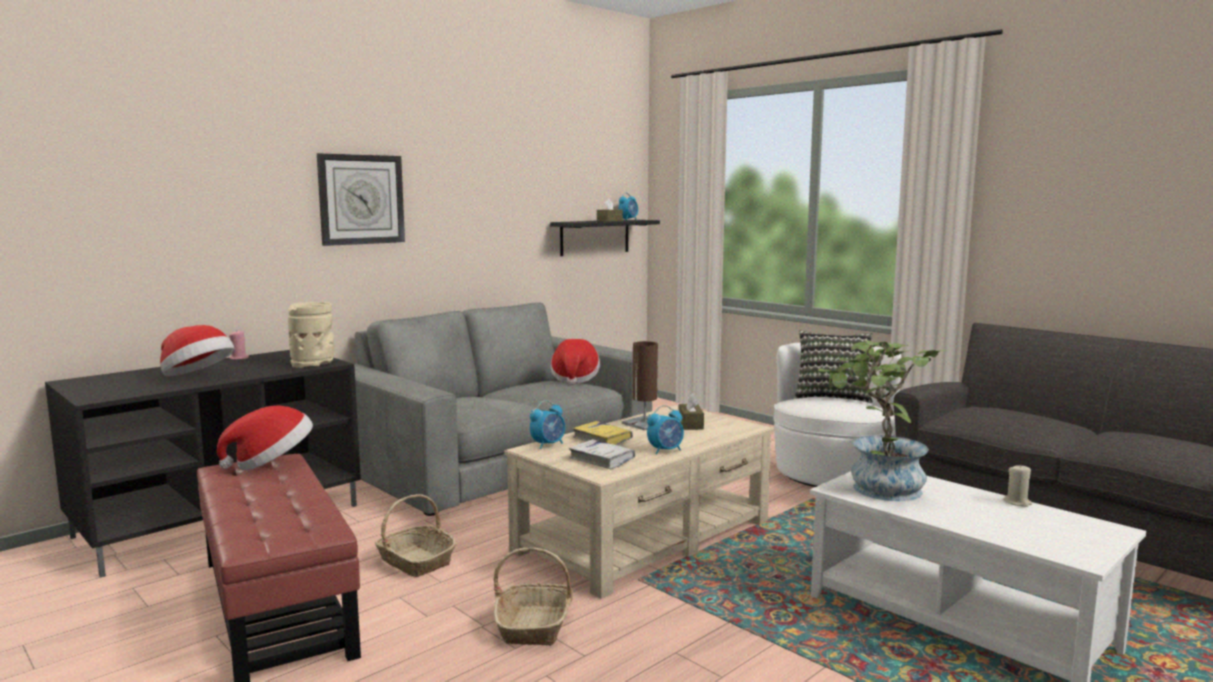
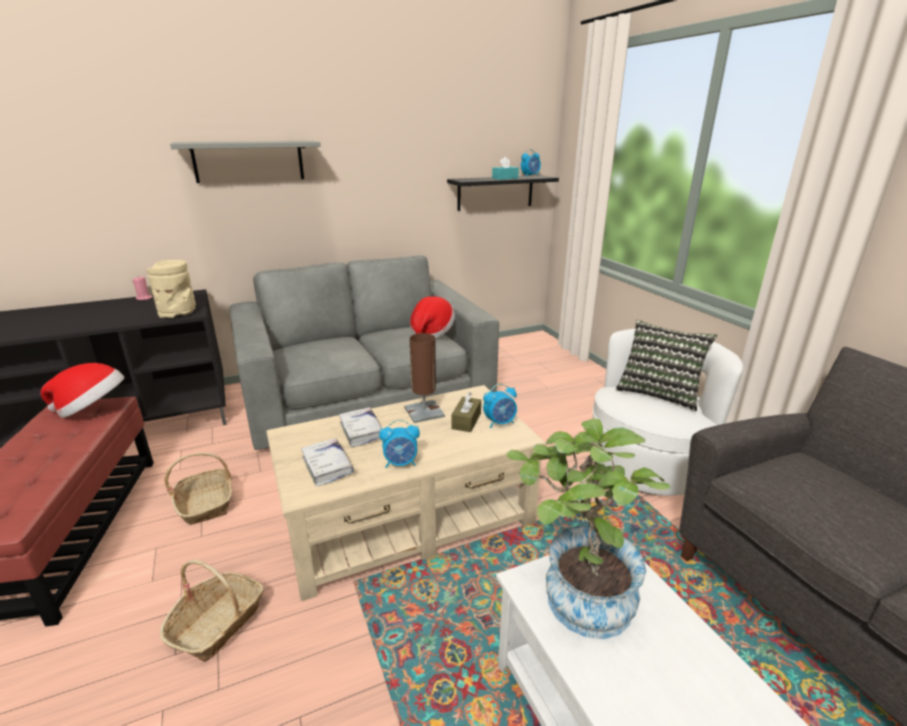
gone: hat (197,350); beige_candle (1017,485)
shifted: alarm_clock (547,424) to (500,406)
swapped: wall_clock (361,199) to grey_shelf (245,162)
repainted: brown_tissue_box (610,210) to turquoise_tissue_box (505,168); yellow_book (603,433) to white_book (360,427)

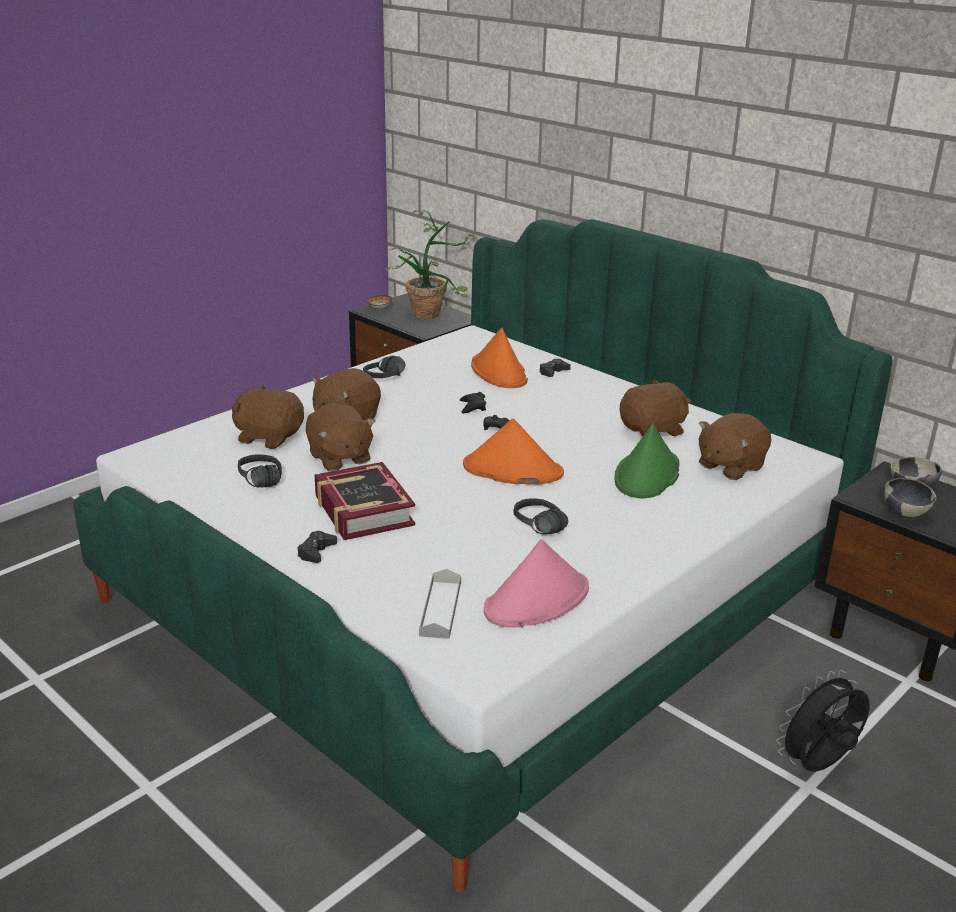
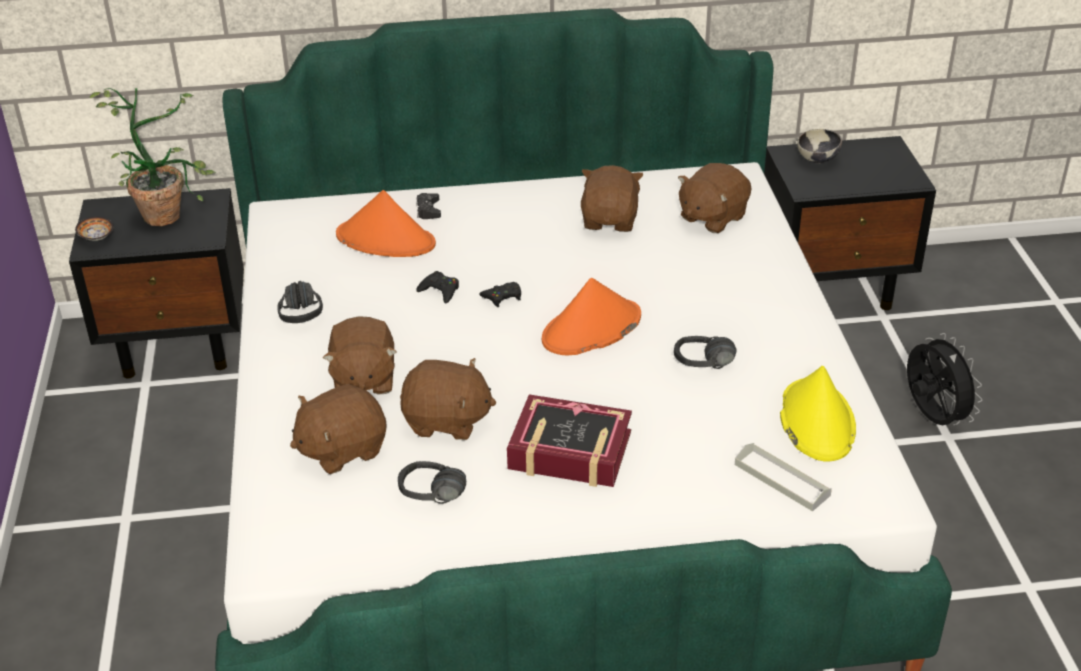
gone: green_hat (647,461); bowl (910,498); black_game_controller (317,547)
repainted: pink_hat (536,583) to yellow_hat (818,413)
rotated: brown_plush_toy (735,446) = (714,198) 45 degrees clockwise; black_fan (823,721) = (944,379) 150 degrees clockwise

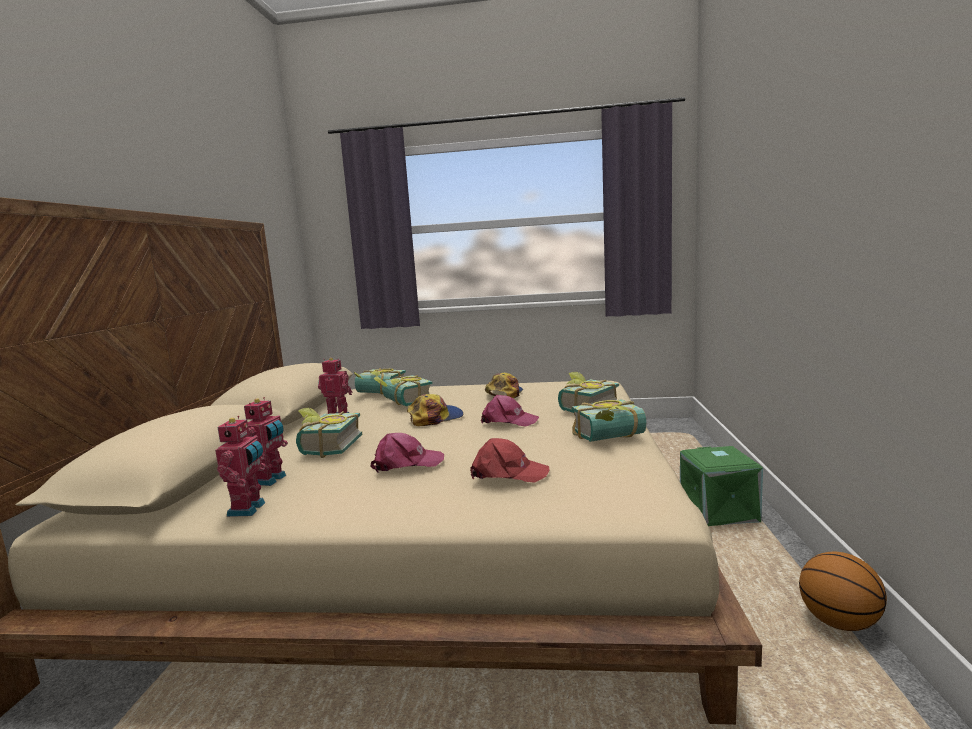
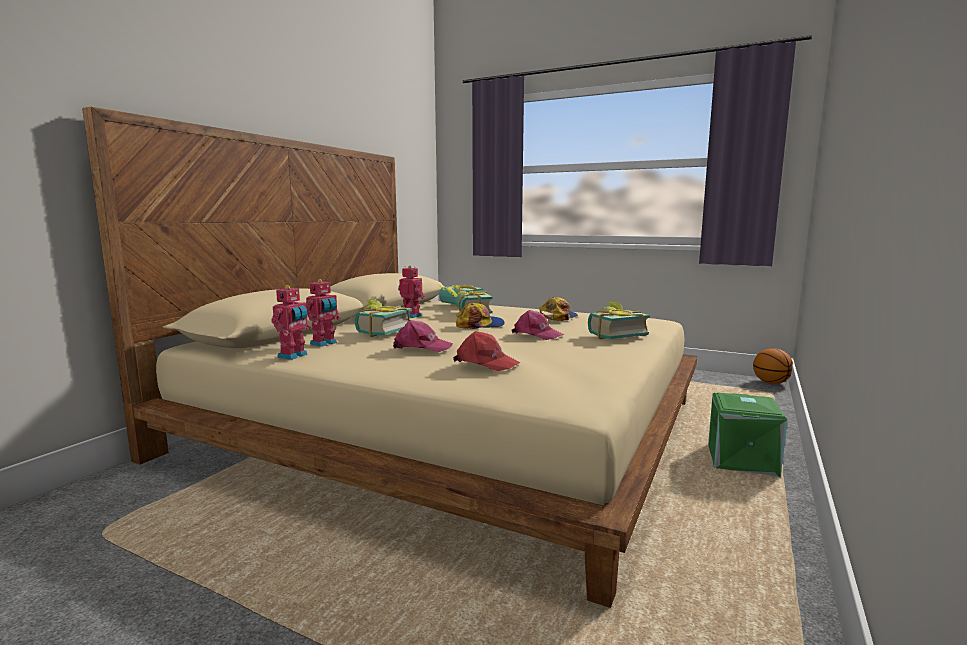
gone: book (609,420)
shifted: basketball (843,591) to (773,366)

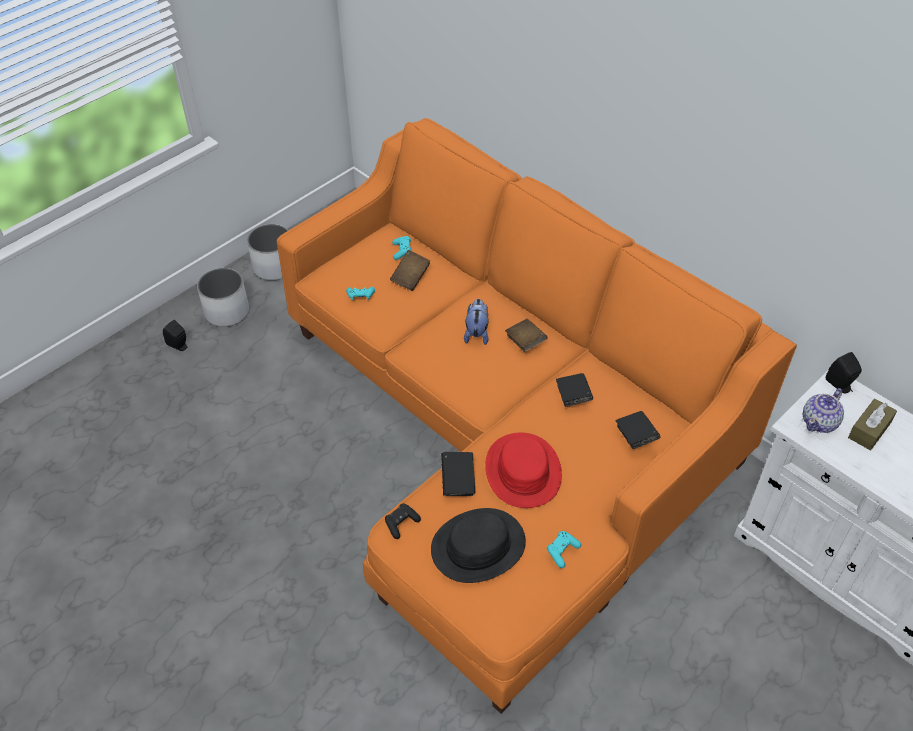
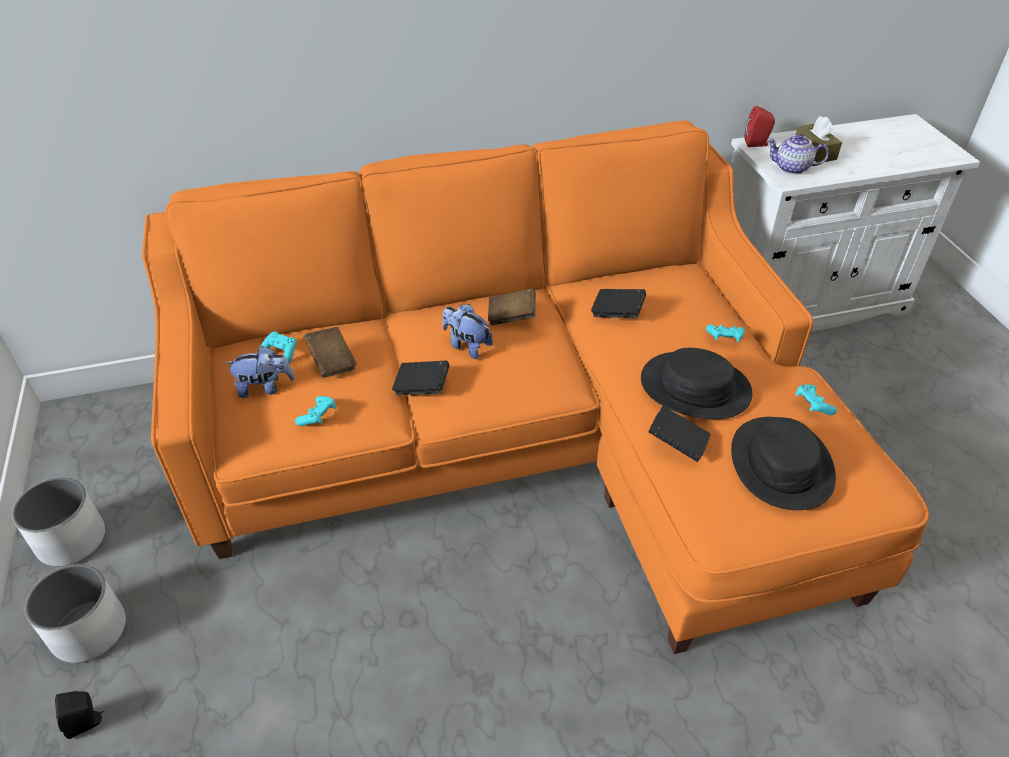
gone: black_game_controller (403,521)
new: turquoise_game_controller (725,333); plush_toy (260,372)
shifted: black_book (638,430) to (420,378)
repainted: black_speaker (844,372) to red_speaker (759,126); red_hat (523,470) to black_hat (697,383)
rotated: teapot (823,410) = (798,154) 120 degrees clockwise

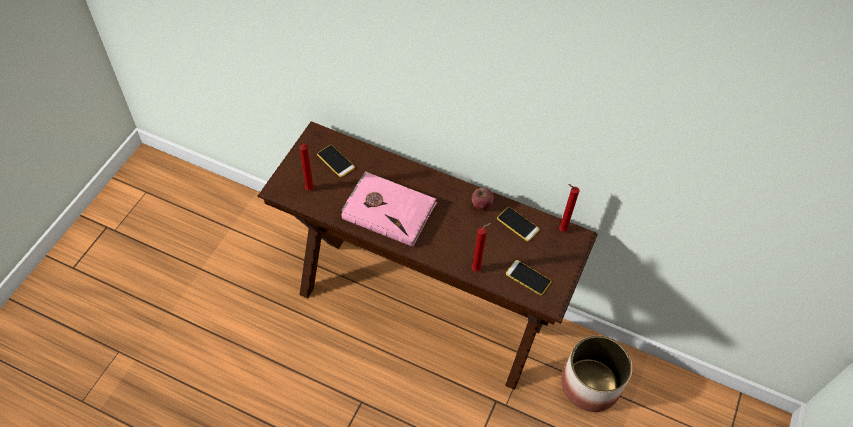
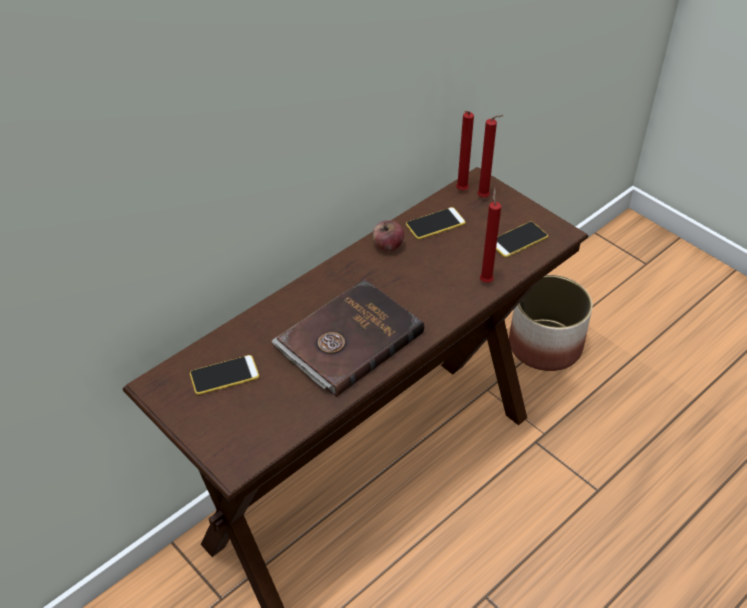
shifted: red_candle (307,167) to (490,156)
repainted: pink_book (389,209) to brown_book (347,338)

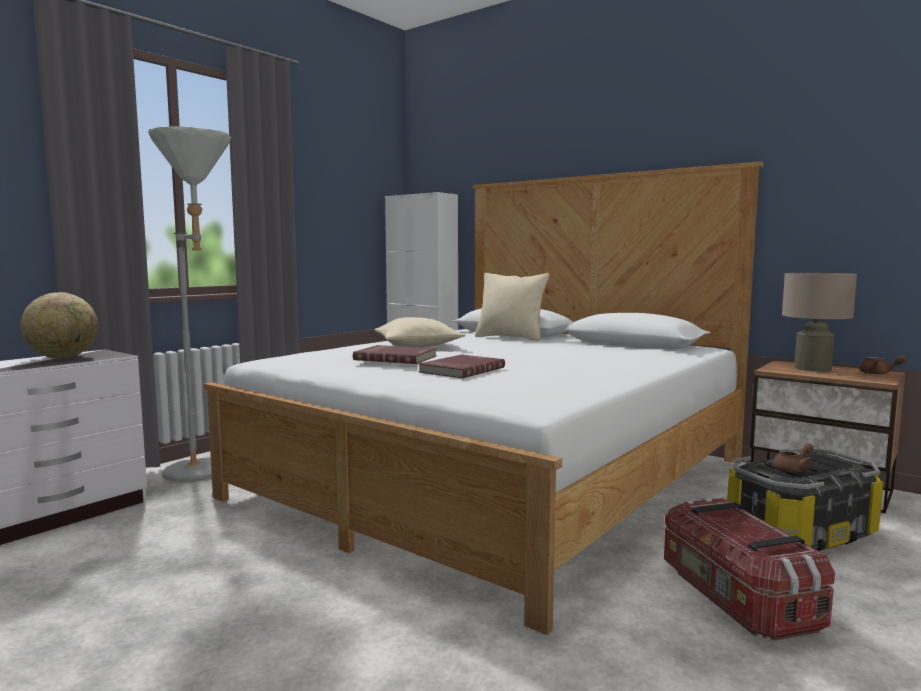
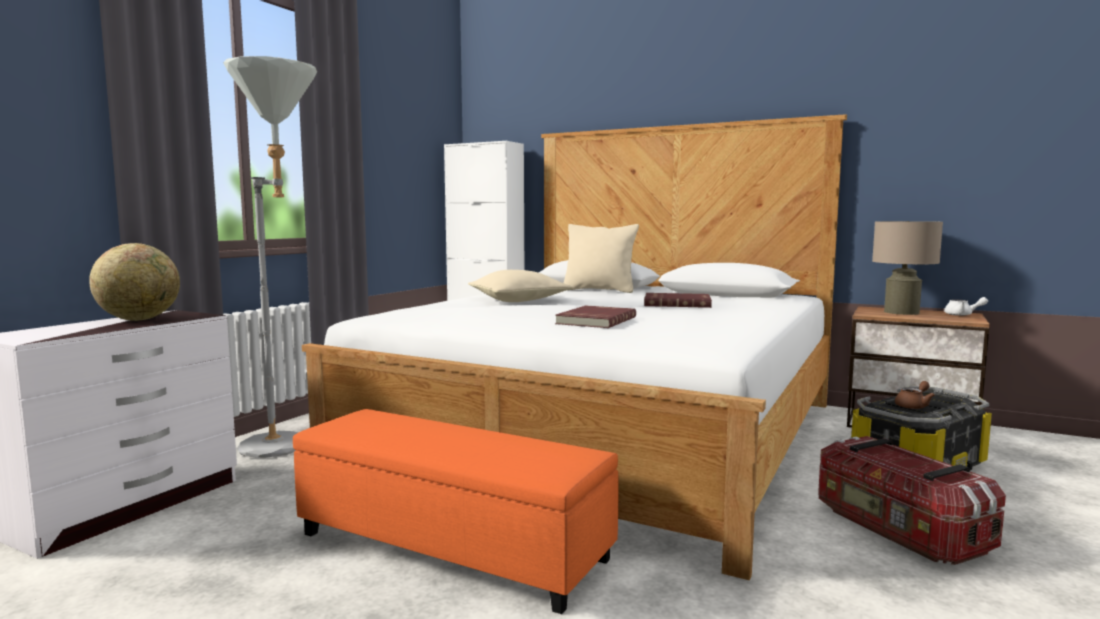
new: orange_ottoman (456,511)
shifted: red_book (395,354) to (678,300)
repainted: brown_teapot (883,365) to white_teapot (966,306)

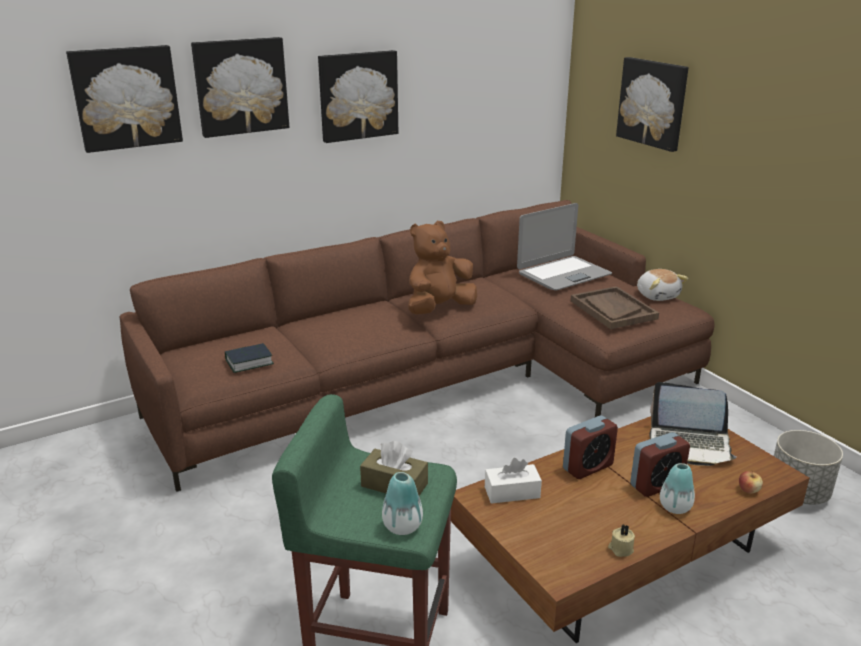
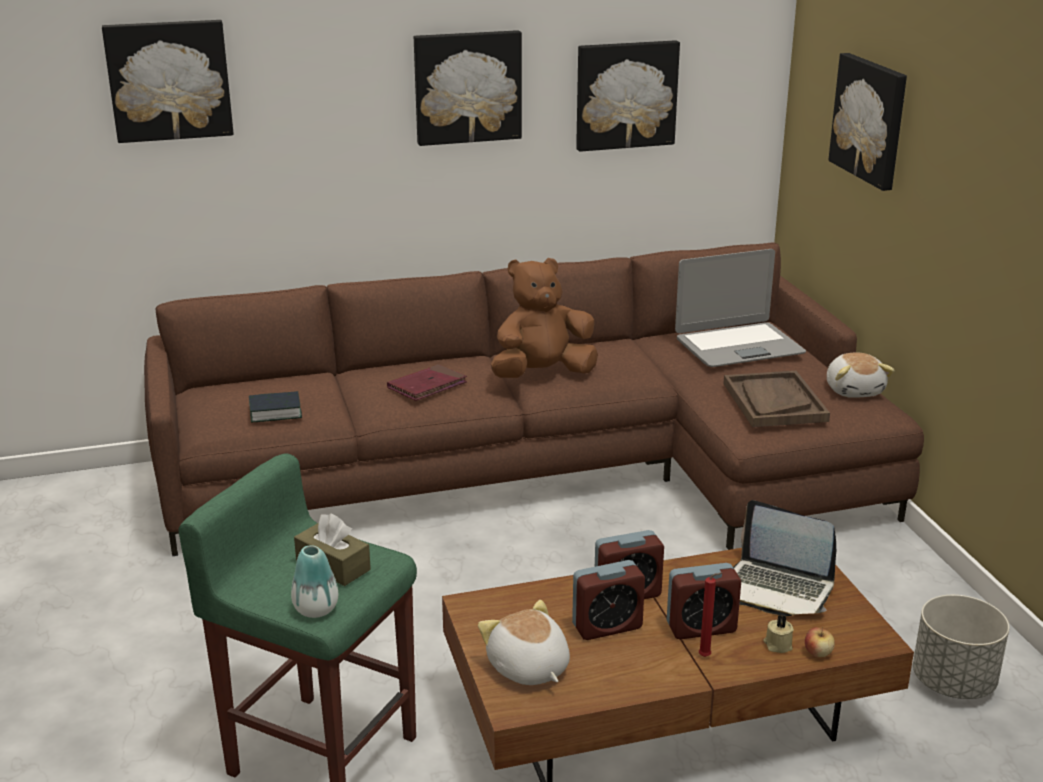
gone: white_tissue_box (513,481)
new: red_book (427,382); alarm_clock (608,600); plush_toy (524,642)
shifted: picture (240,87) to (628,96); beige_candle (621,541) to (778,633)
swapped: vase (677,488) to red_candle (710,614)

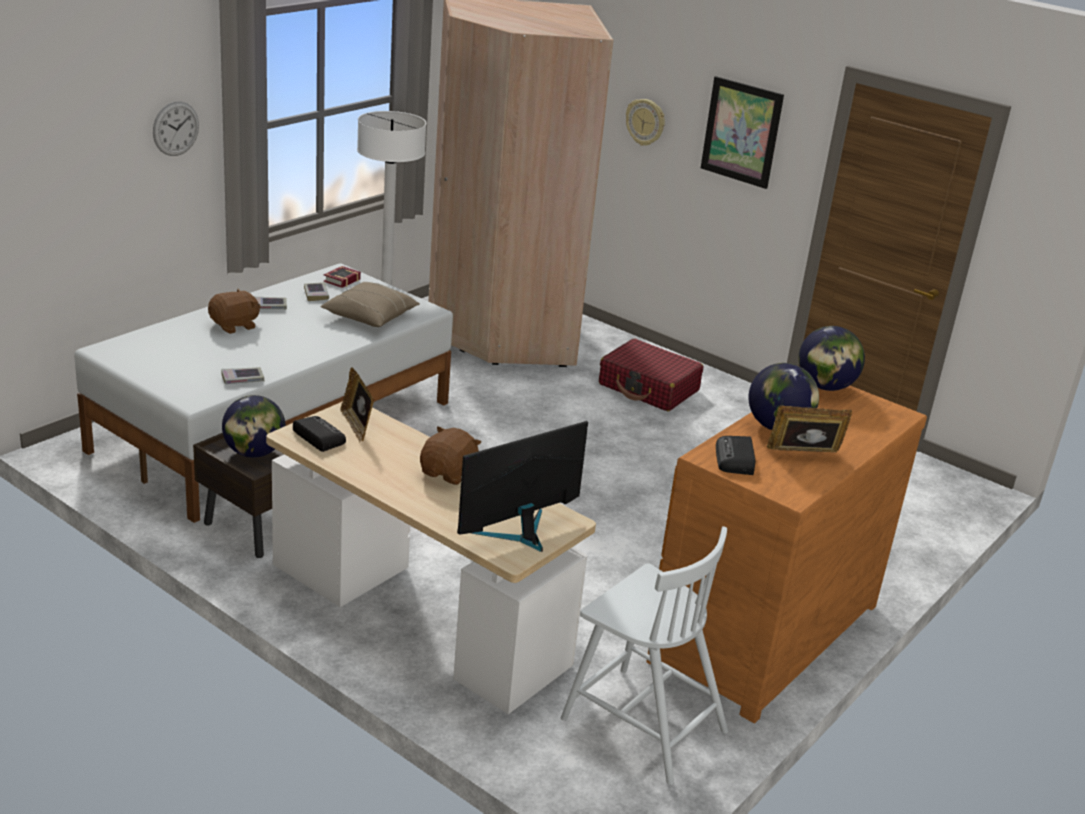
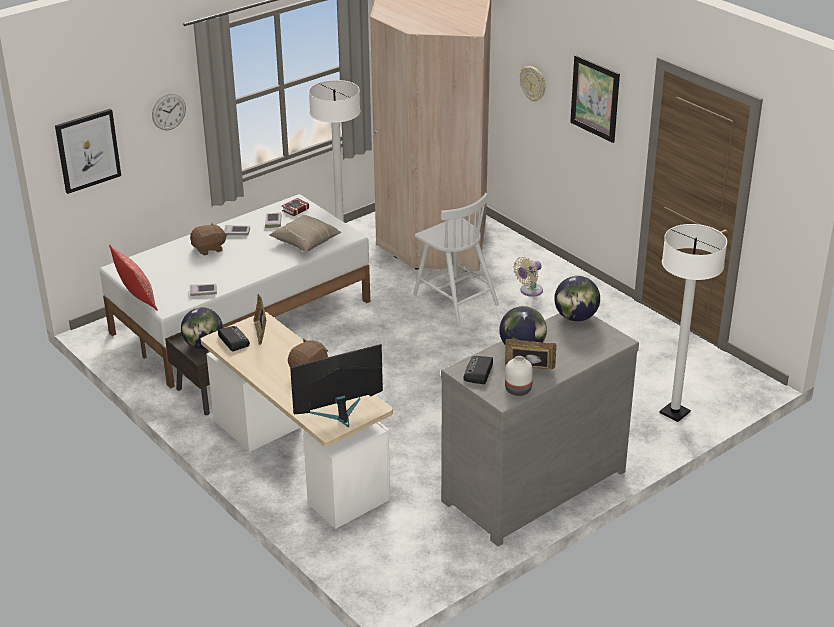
new: picture (88,151); white_floor_lamp (693,323); pillow (133,278); white_vase (519,376)
shifted: white_chair (644,655) to (456,258)
swapped: red_suitcase (651,374) to beige_fan (528,277)
repainted: brown_dresser (787,554) to grey_dresser (540,429)

